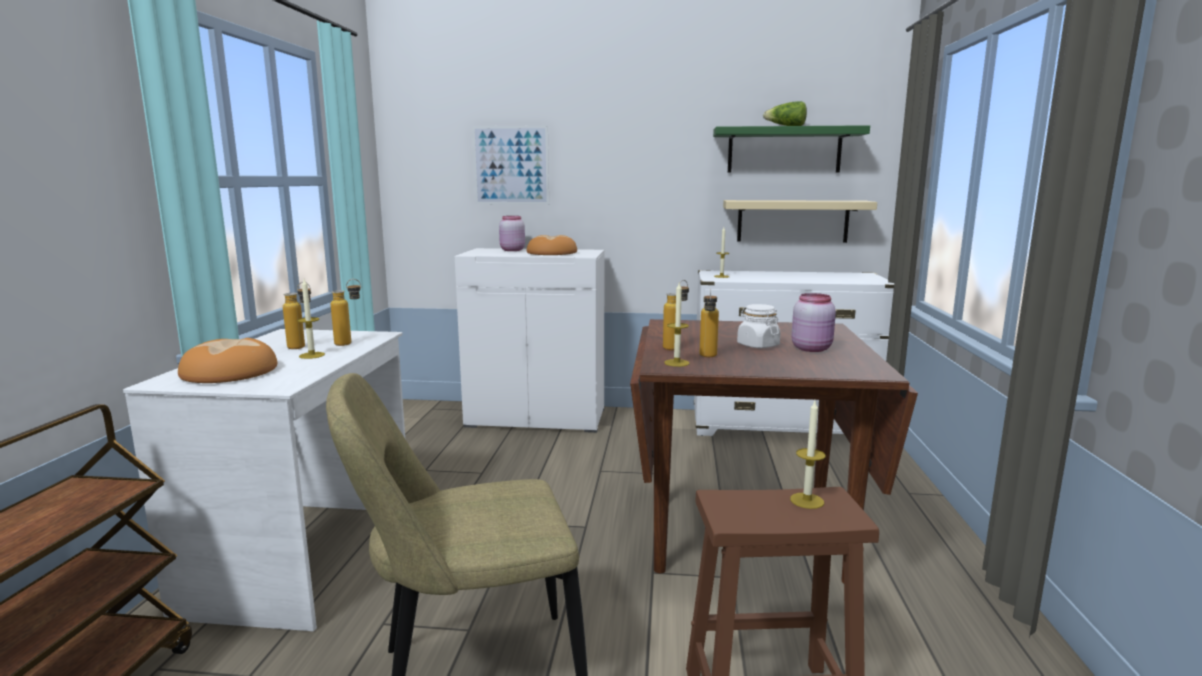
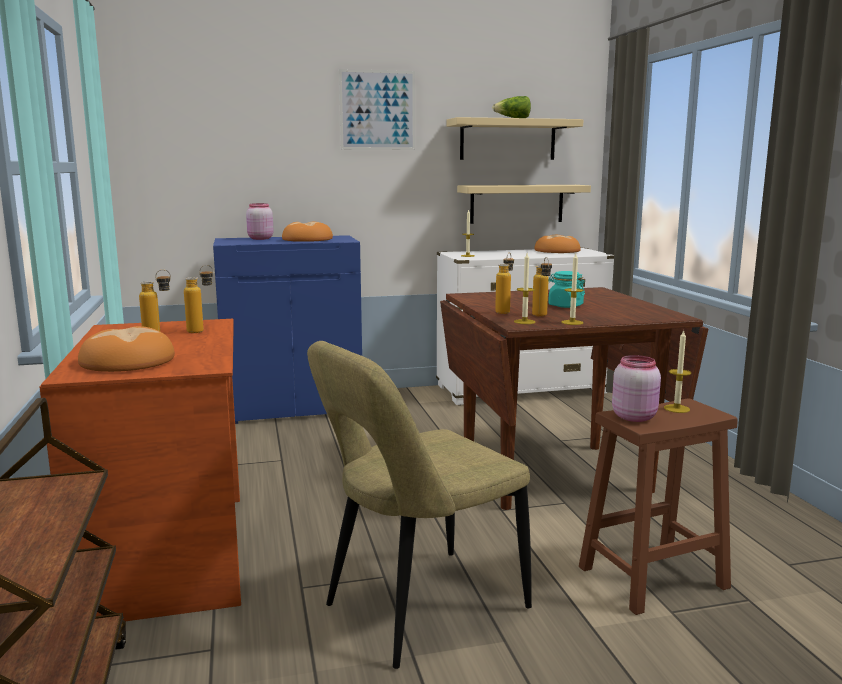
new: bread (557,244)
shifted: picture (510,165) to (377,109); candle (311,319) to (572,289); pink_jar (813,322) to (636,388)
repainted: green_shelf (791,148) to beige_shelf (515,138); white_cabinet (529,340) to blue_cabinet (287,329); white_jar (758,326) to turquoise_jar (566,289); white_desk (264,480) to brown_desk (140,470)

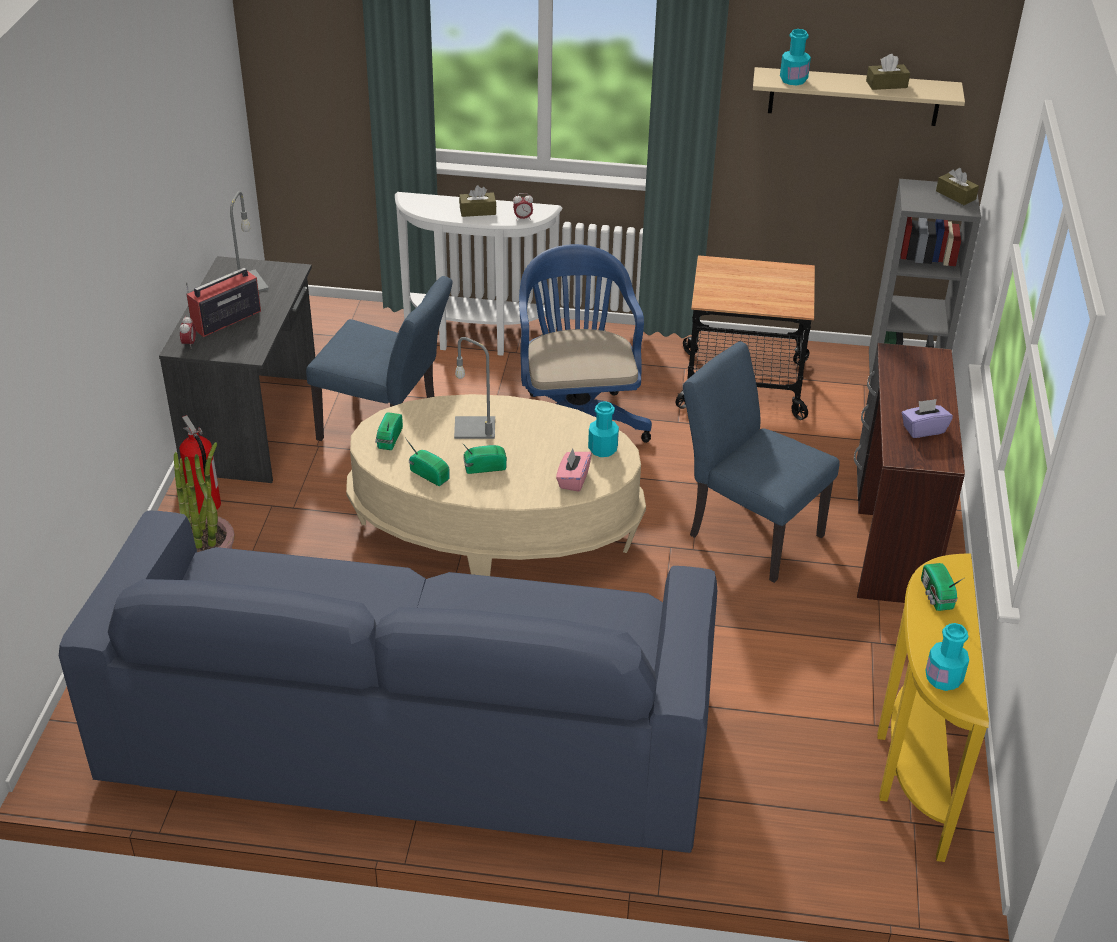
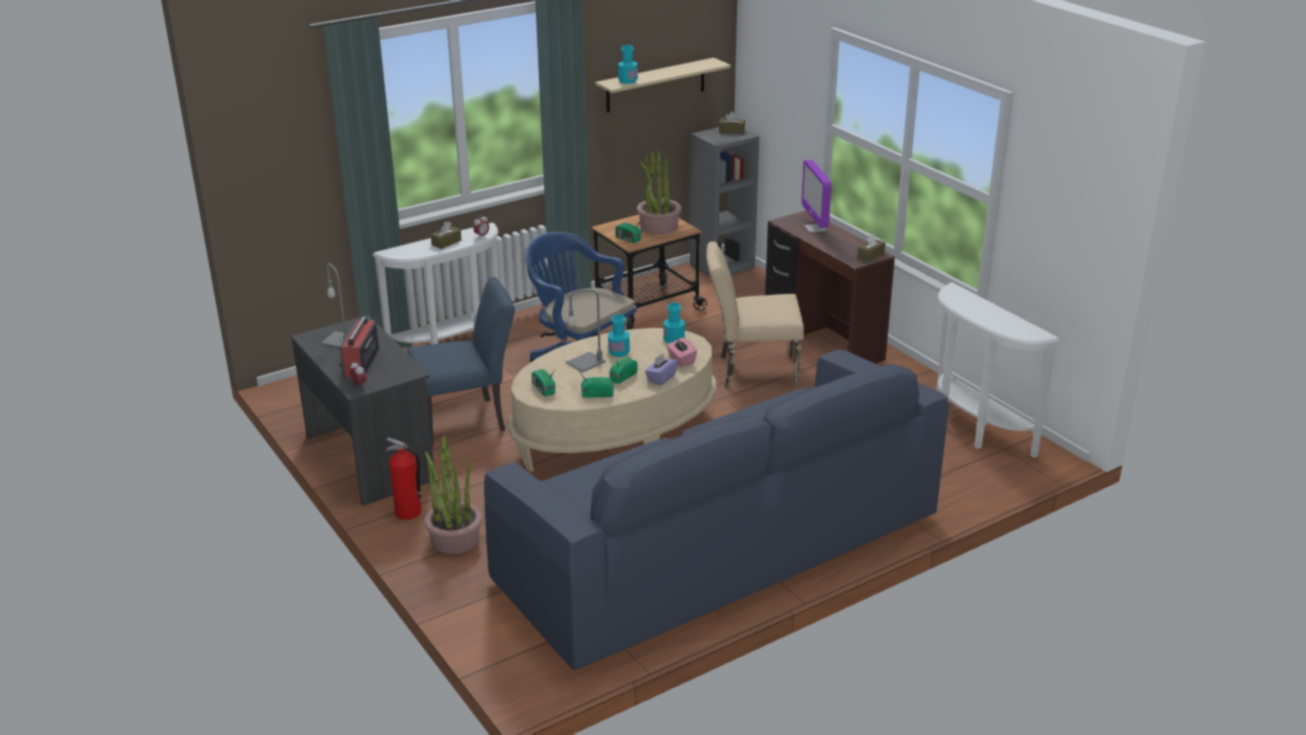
new: potted_plant (659,192); monitor (816,196)
shifted: brown_tissue_box (888,72) to (871,248); purple_tissue_box (927,418) to (661,369); radio (942,587) to (629,230); turquoise_bottle (947,657) to (619,335)
repainted: blue_chair (761,462) to beige_chair (755,314); yellow_console_table (933,708) to white_console_table (998,370)

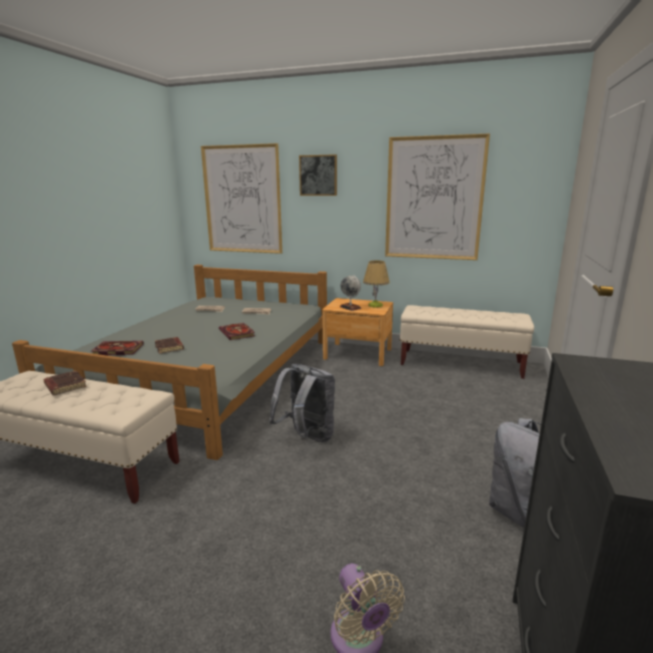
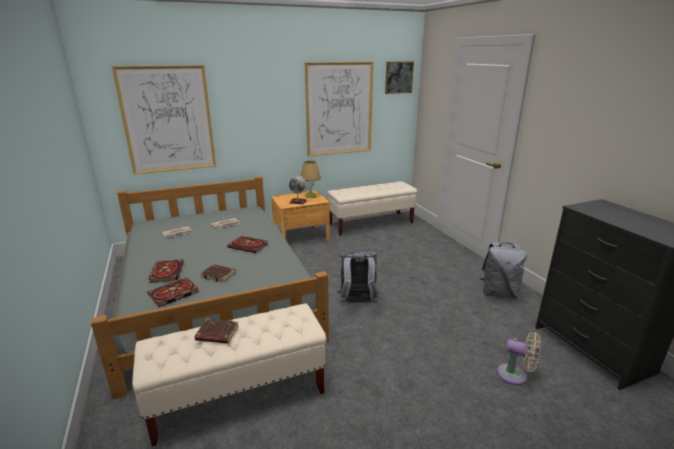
new: book (166,271)
shifted: picture (318,175) to (399,77)

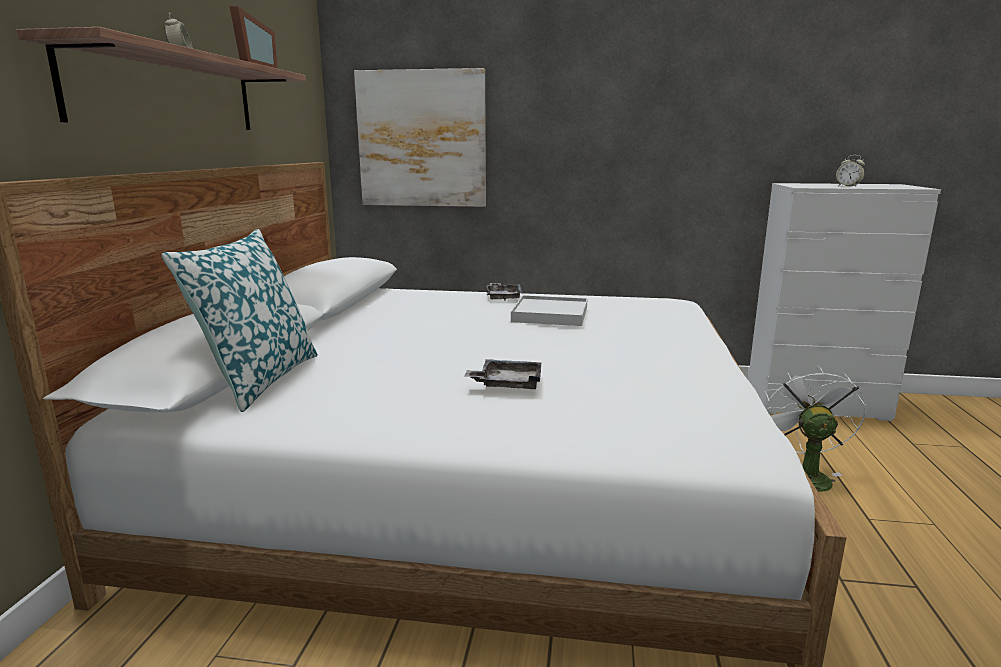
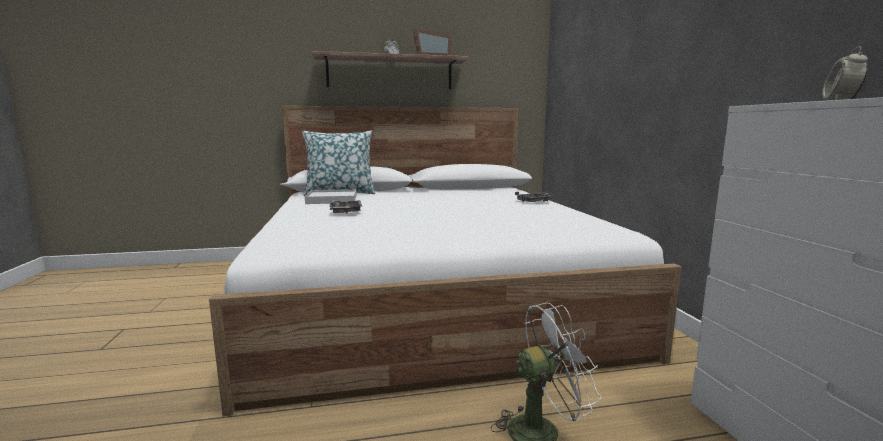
gone: picture (420,137)
shifted: white_tray (549,310) to (330,196)

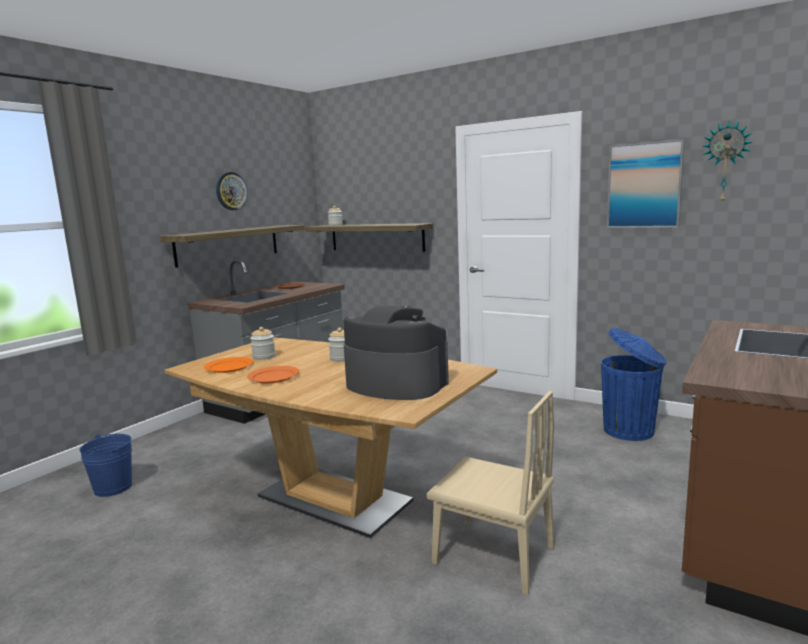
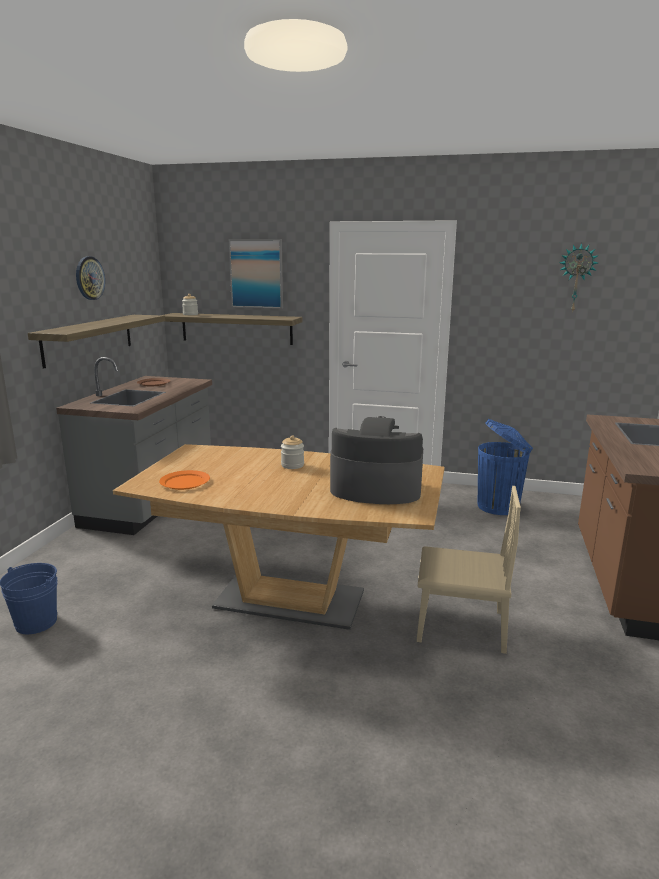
gone: jar (263,343); orange_plate (273,374)
shifted: picture (646,183) to (256,274)

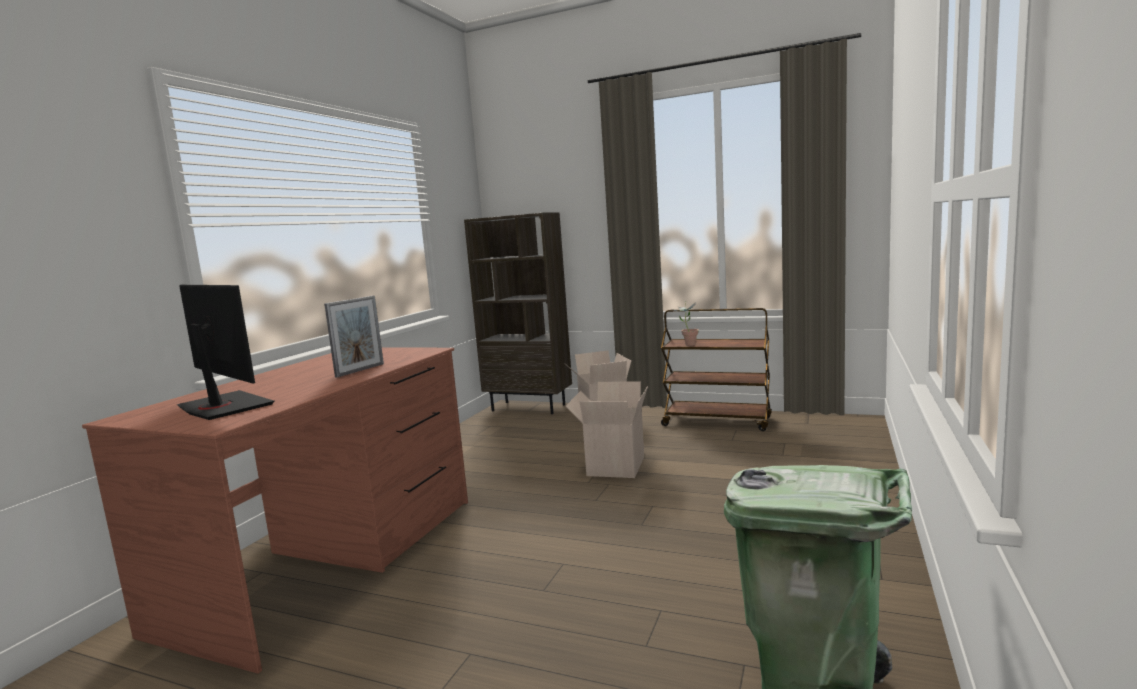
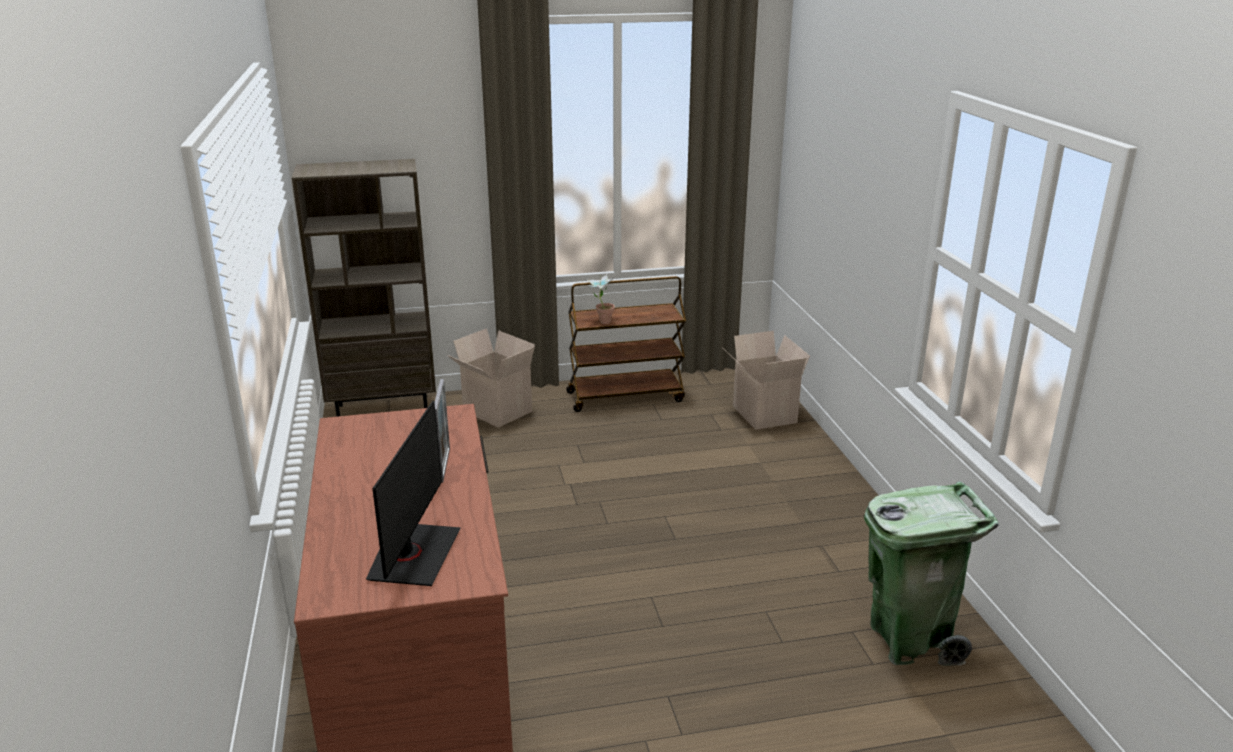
shifted: cardboard_box (607,430) to (766,380)
rotated: monitor (225,352) = (413,493) 90 degrees clockwise

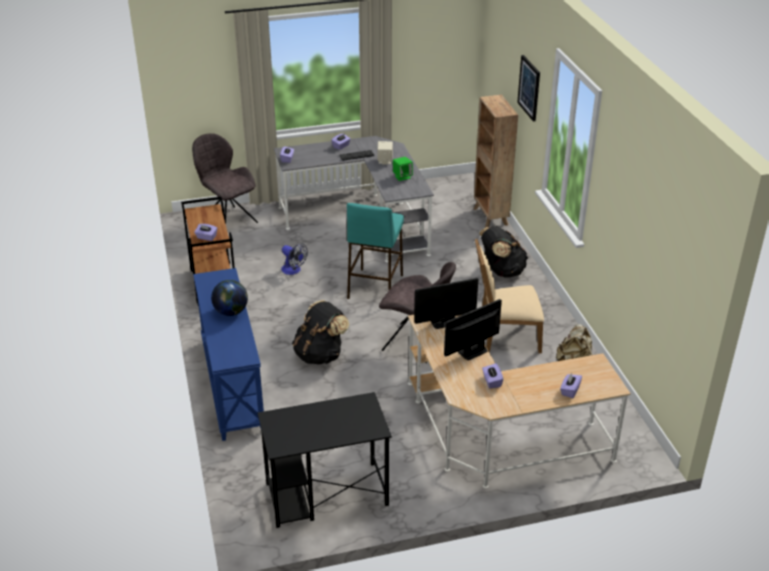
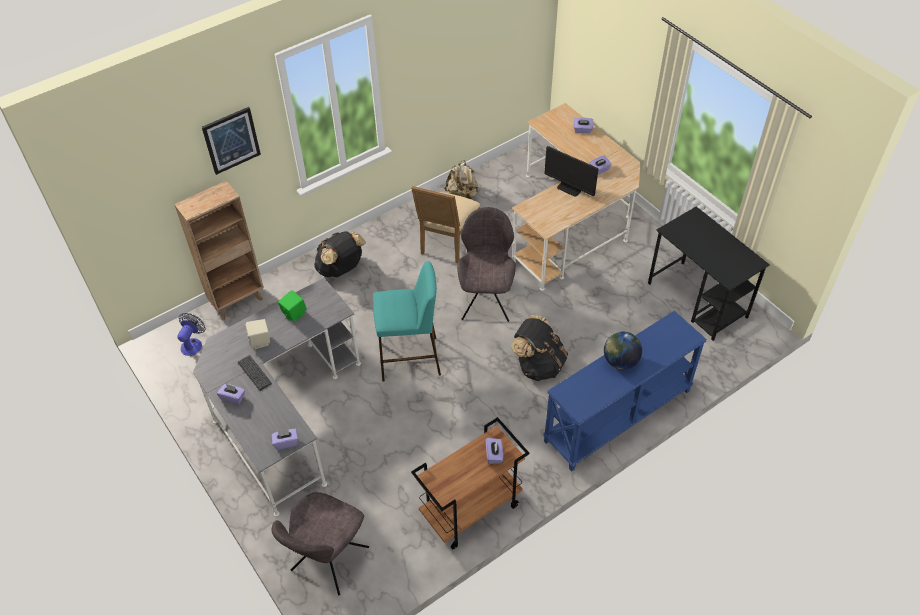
gone: monitor (446,303)
shifted: fan (294,259) to (191,334)
rotated: beige_chair (509,296) = (445,224) 45 degrees clockwise

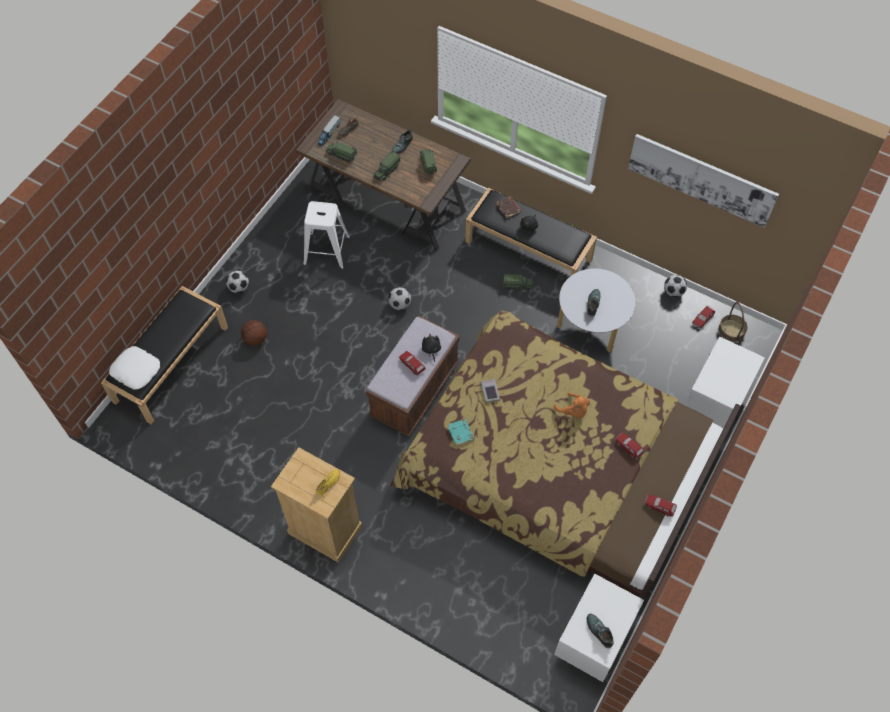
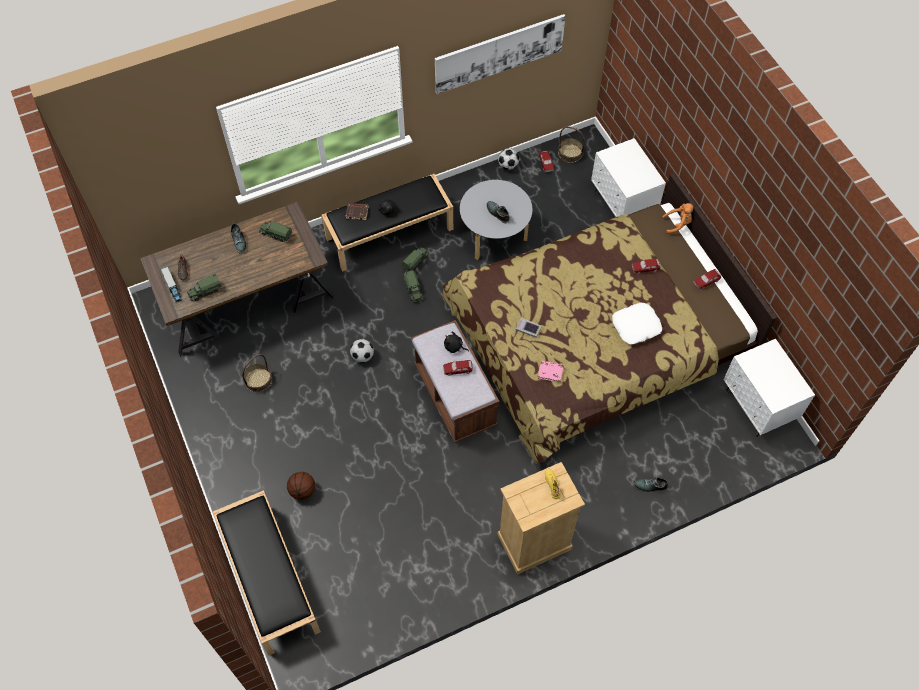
gone: football (237,282)
shifted: toy_truck (386,166) to (413,286); white_pillow (134,367) to (637,324); orange_plush_toy (572,405) to (677,218); shoe (600,631) to (652,484)
swapped: white_stool (326,235) to basket (257,373)
repainted: turquoise_book (460,432) to pink_book (551,371)

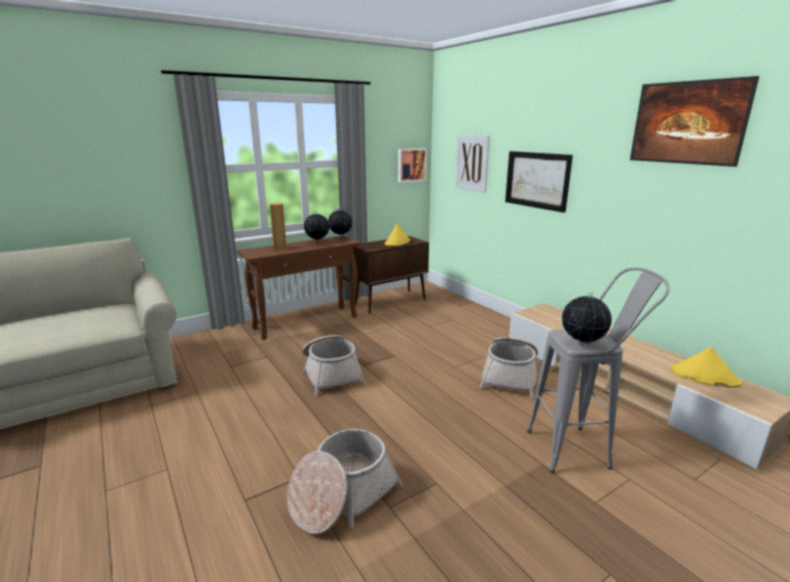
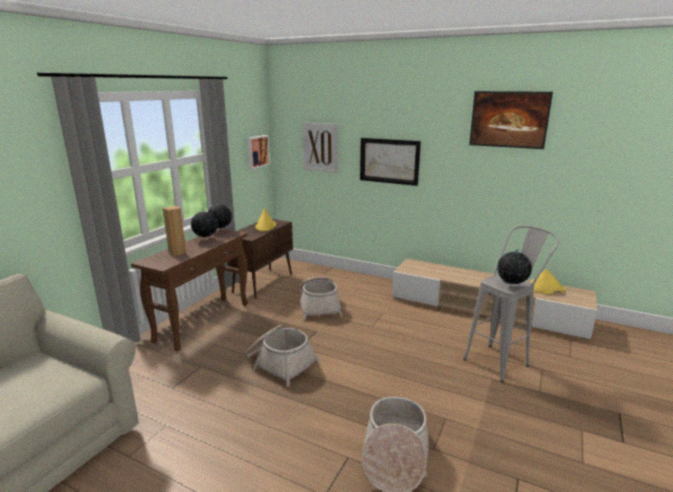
shifted: basket (508,367) to (321,298)

